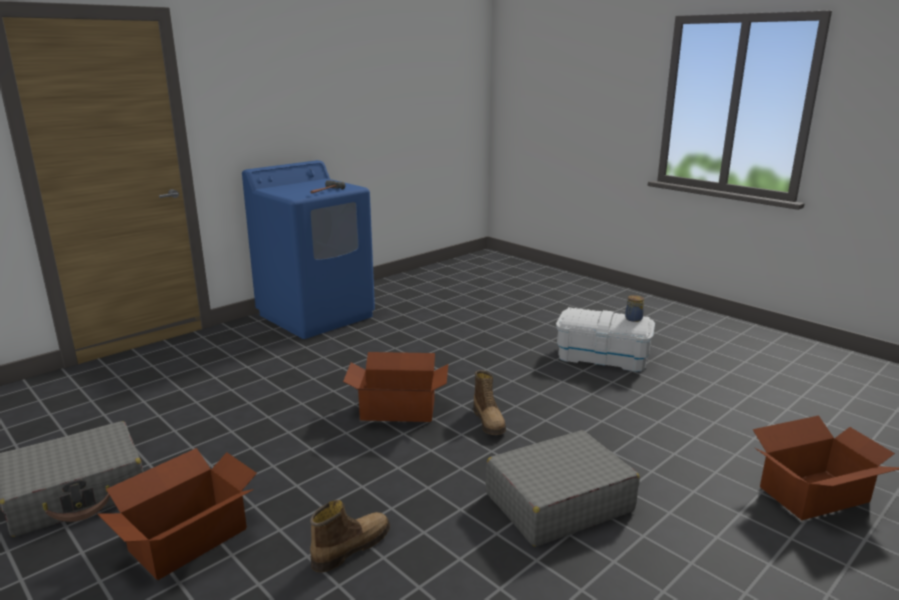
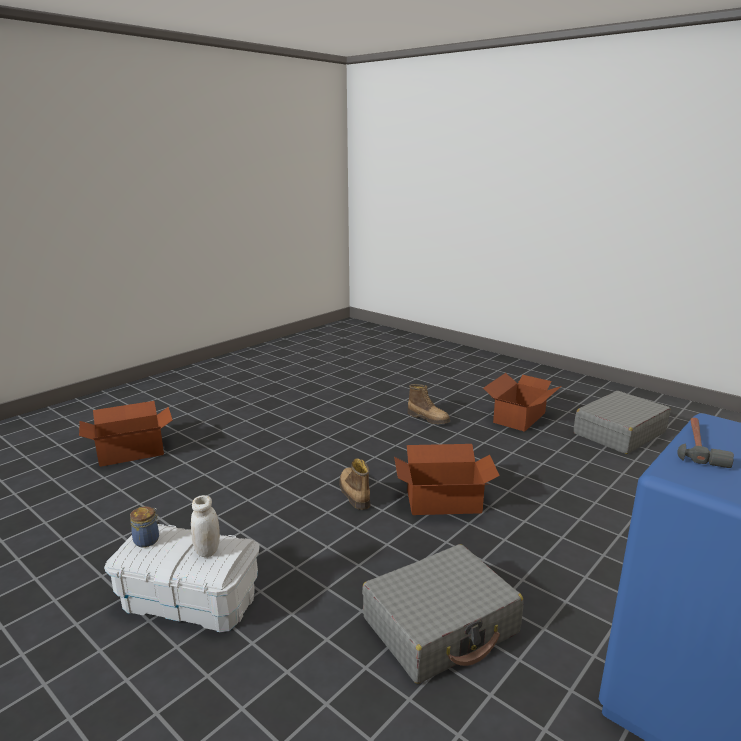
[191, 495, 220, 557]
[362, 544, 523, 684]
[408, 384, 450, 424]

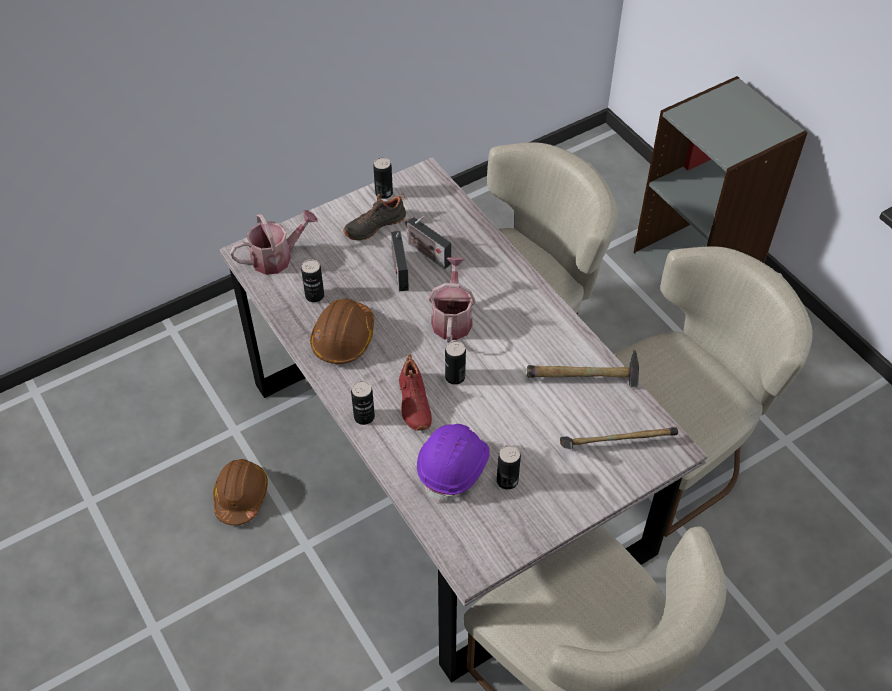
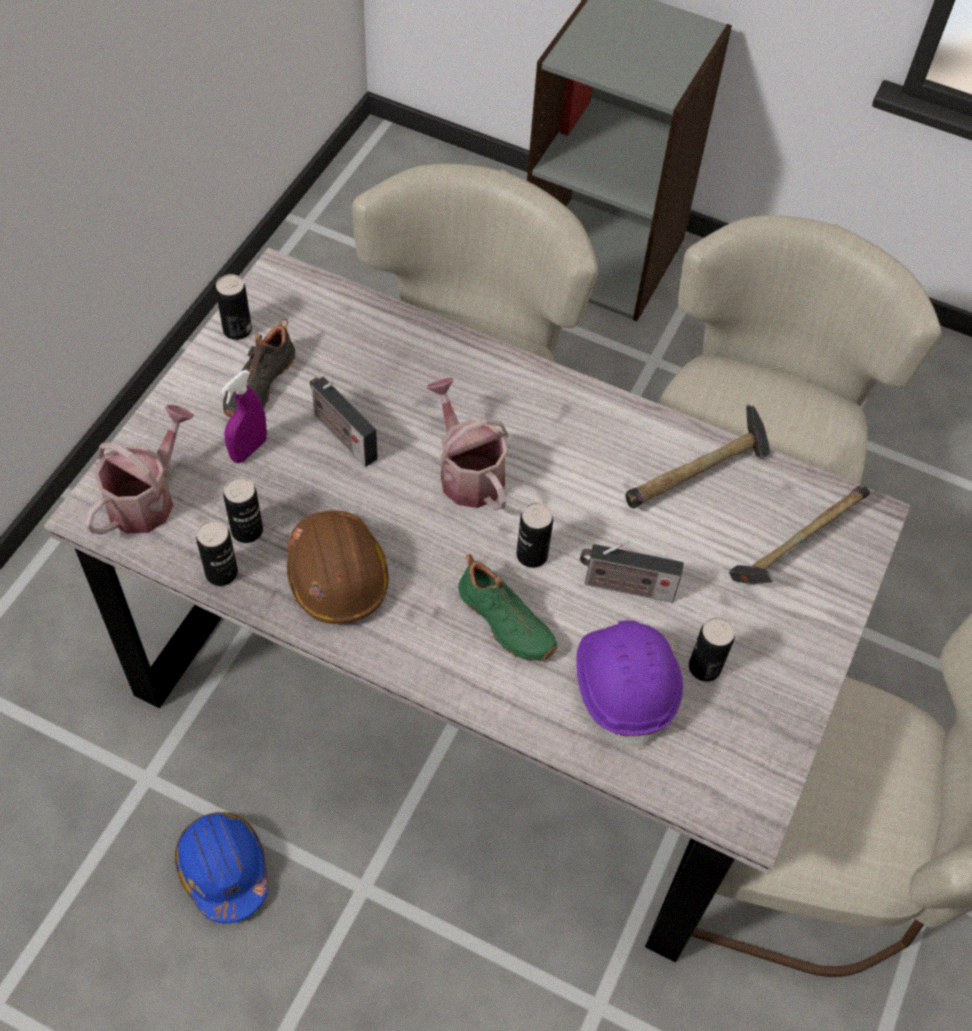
[221, 370, 267, 463]
[196, 520, 238, 586]
[580, 540, 683, 603]
[175, 812, 268, 923]
[458, 554, 557, 661]

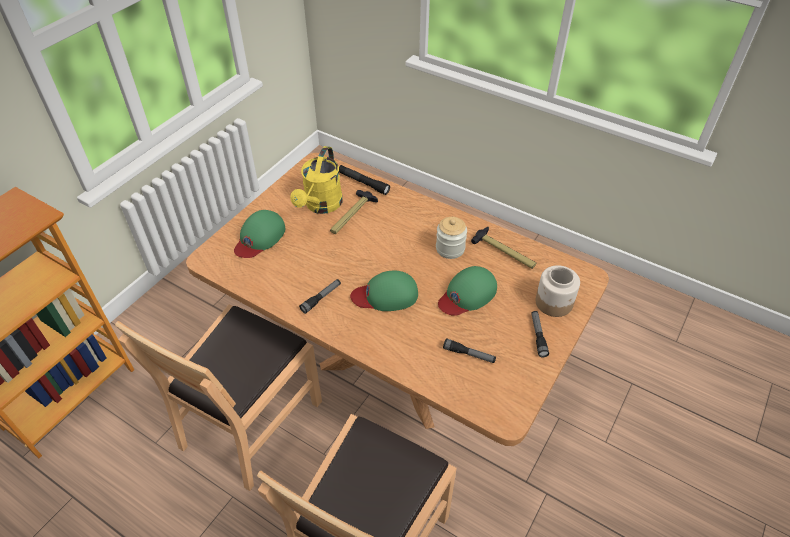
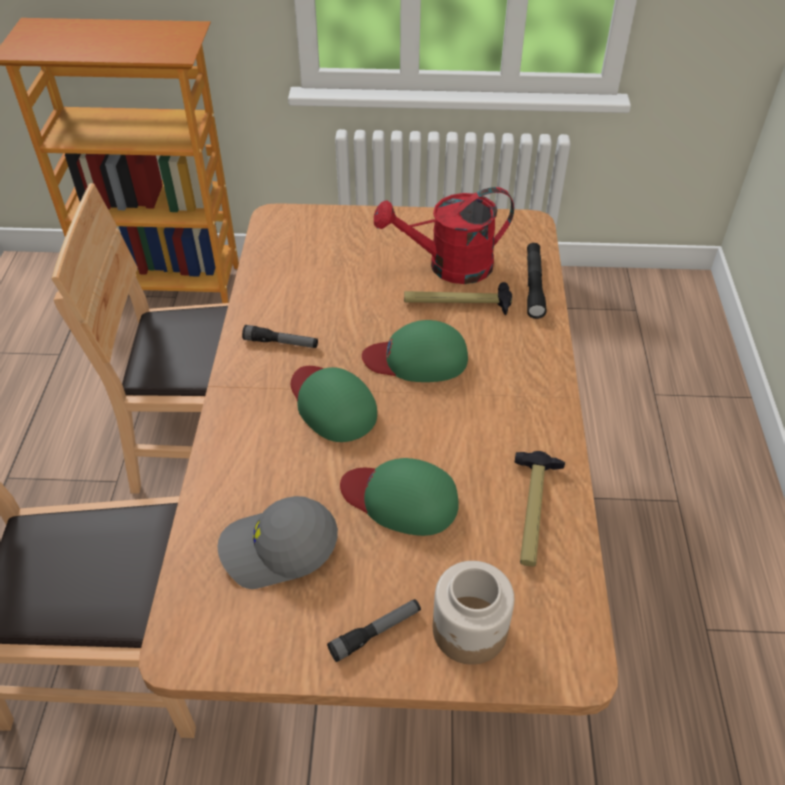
[436, 217, 467, 259] (first image)
[362, 320, 468, 382]
[217, 496, 338, 589]
[374, 187, 514, 284]

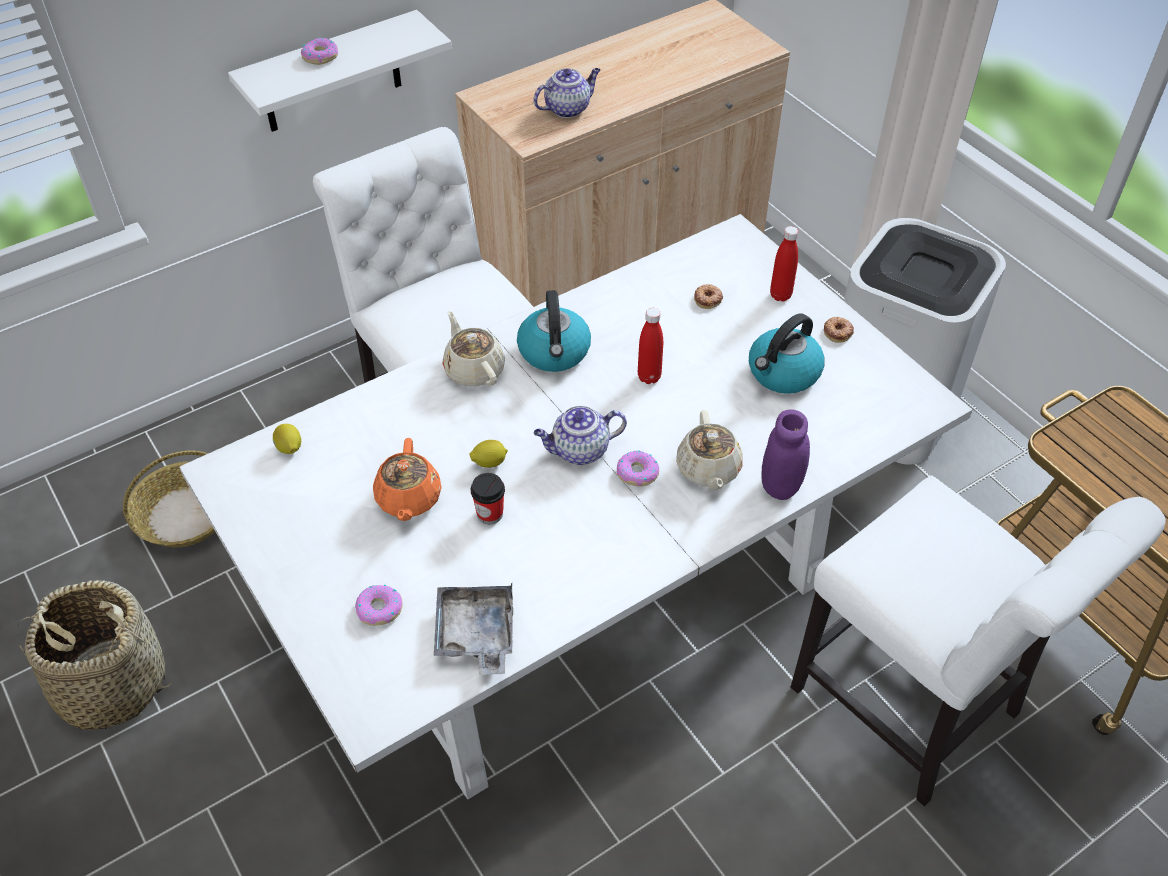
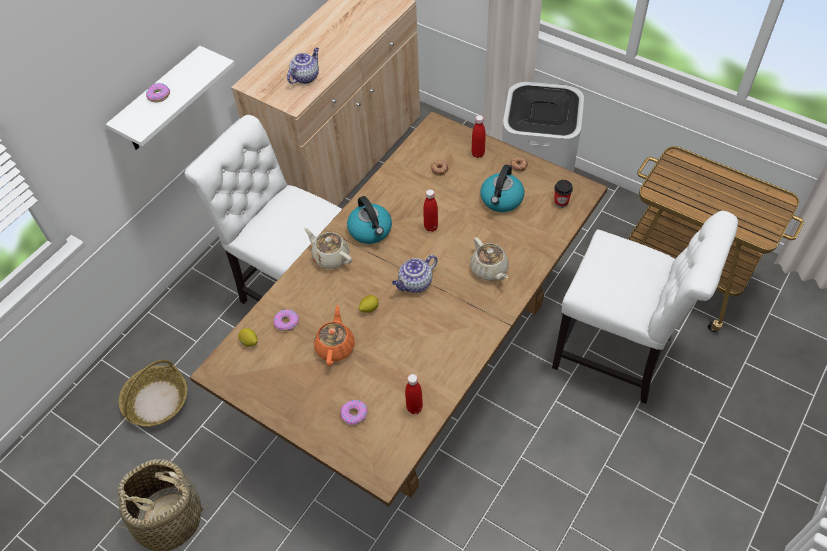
[761, 409, 810, 500] (first image)
[554, 180, 573, 208]
[274, 309, 299, 331]
[405, 374, 423, 414]
[190, 111, 608, 506]
[314, 305, 355, 366]

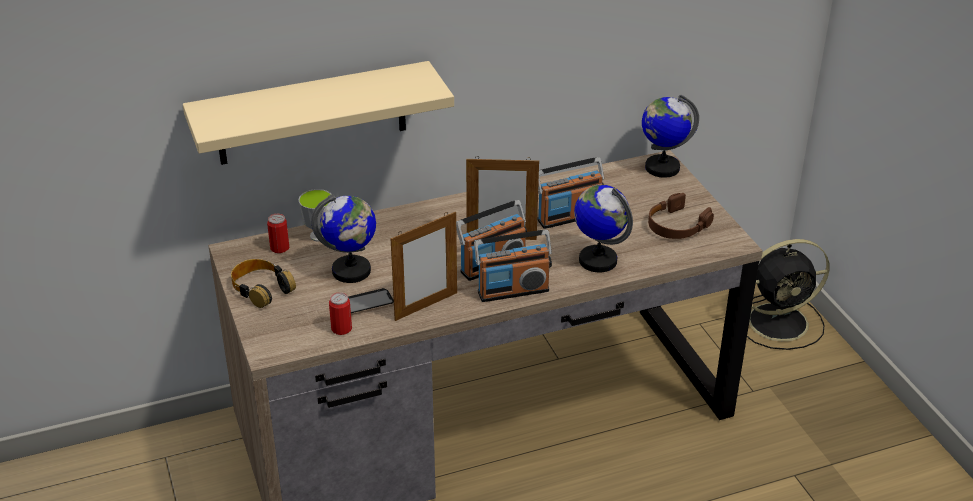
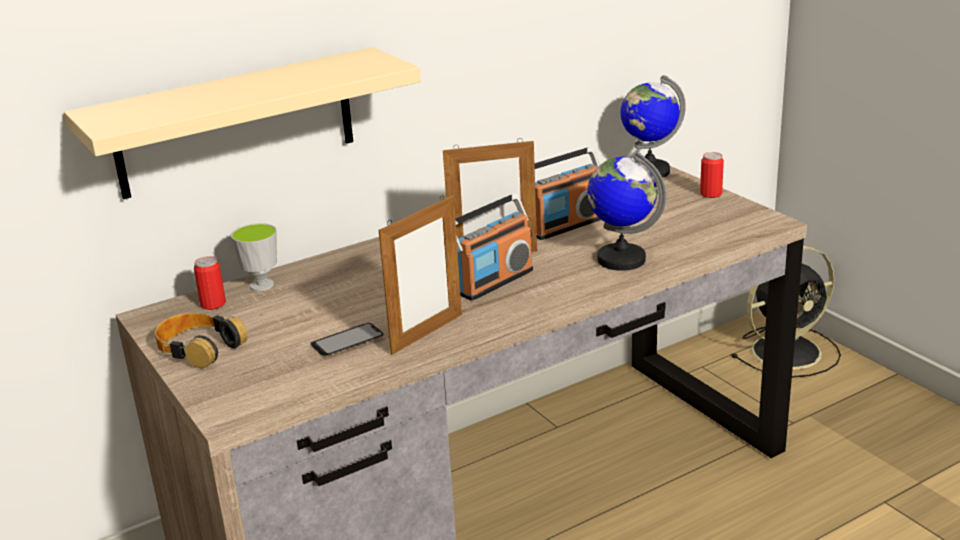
[311, 194, 376, 283] (first image)
[474, 230, 552, 302] (first image)
[648, 193, 714, 239] (first image)
[700, 152, 724, 198]

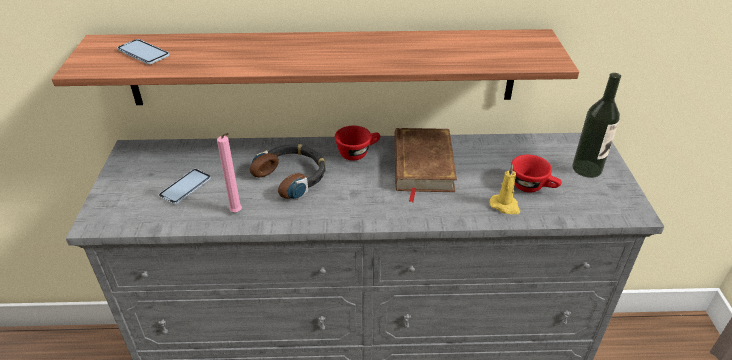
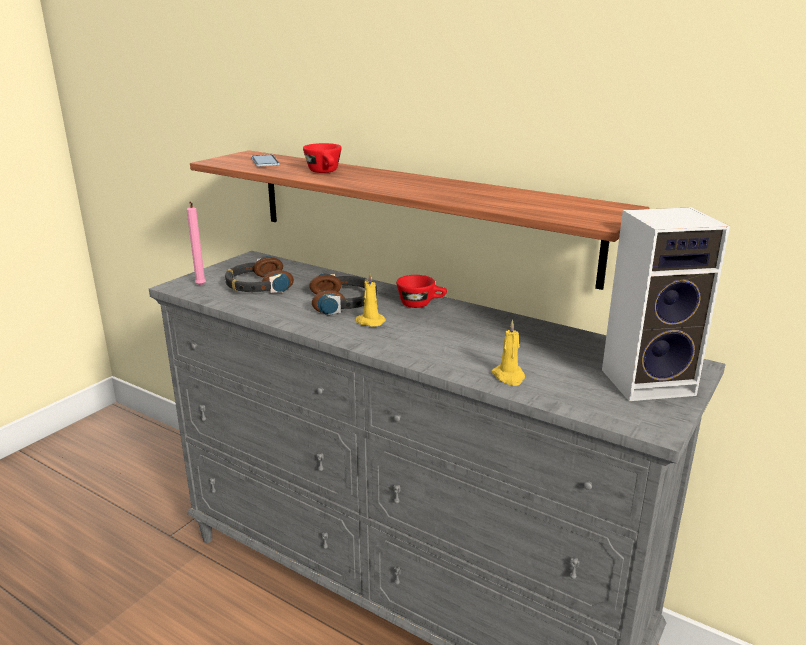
[394, 128, 457, 202] (first image)
[355, 273, 386, 327]
[187, 202, 206, 286]
[303, 143, 342, 173]
[225, 256, 294, 293]
[602, 207, 730, 401]

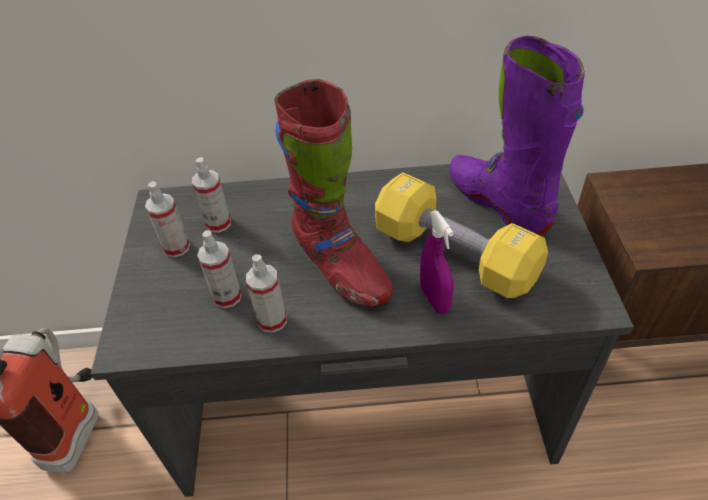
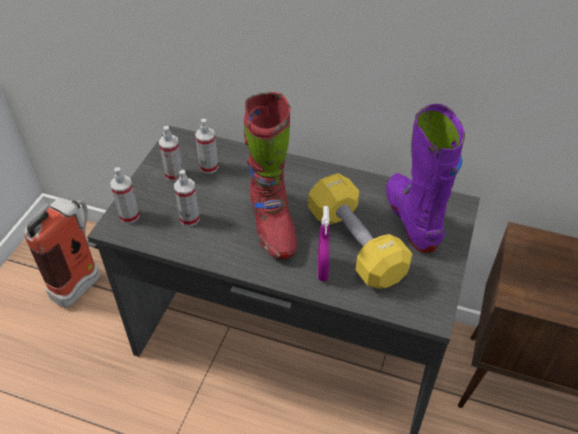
[110, 167, 140, 223]

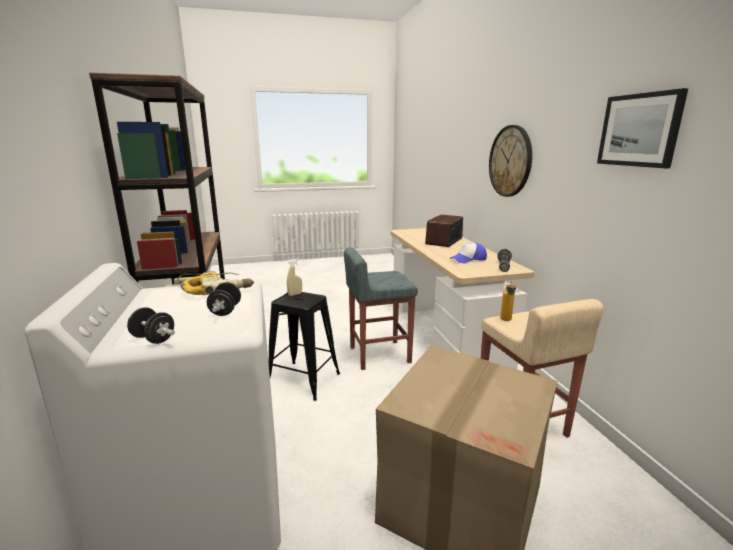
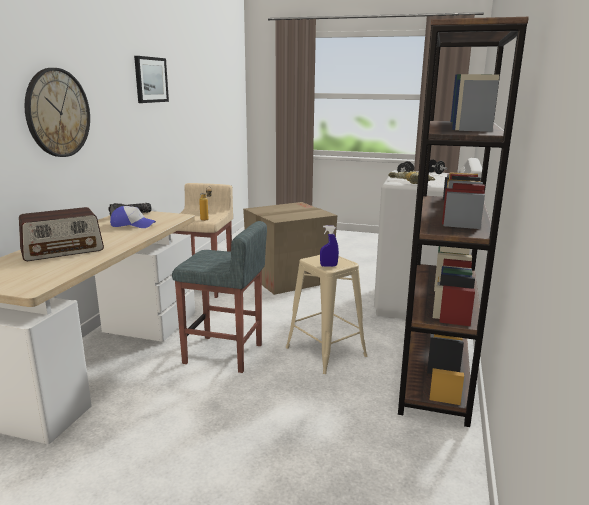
[285, 255, 367, 374]
[320, 225, 339, 267]

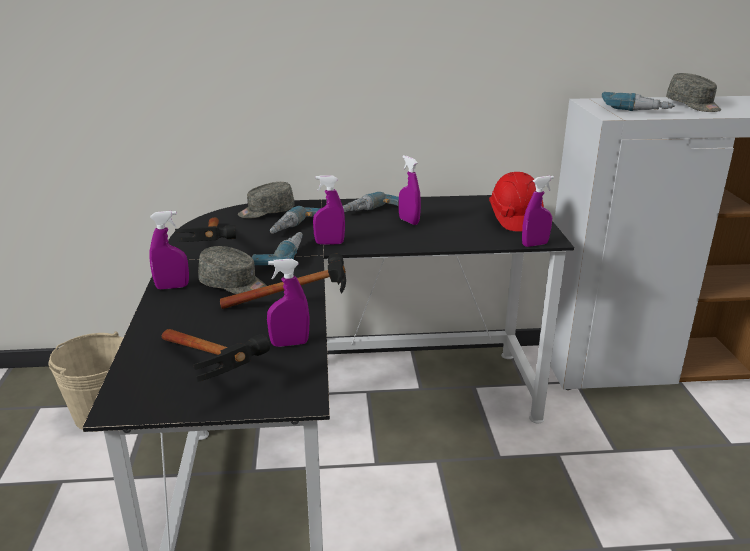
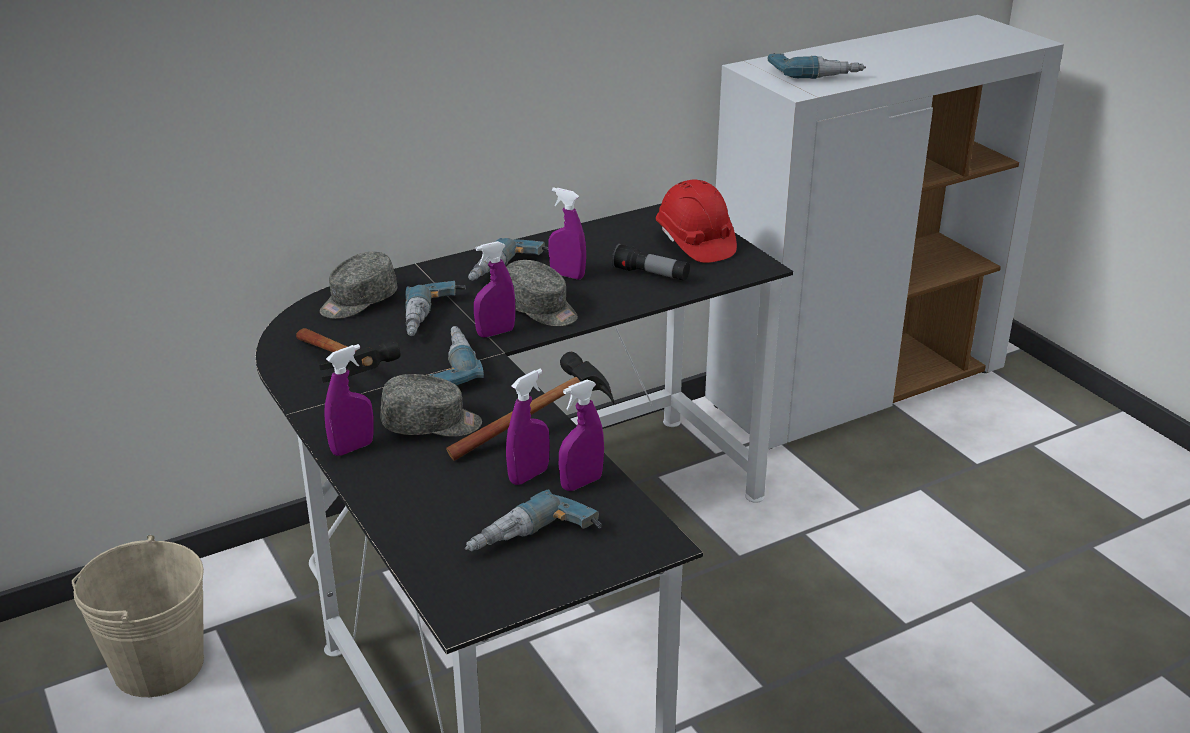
[612, 243, 690, 281]
[506, 369, 550, 485]
[506, 260, 578, 326]
[465, 490, 602, 551]

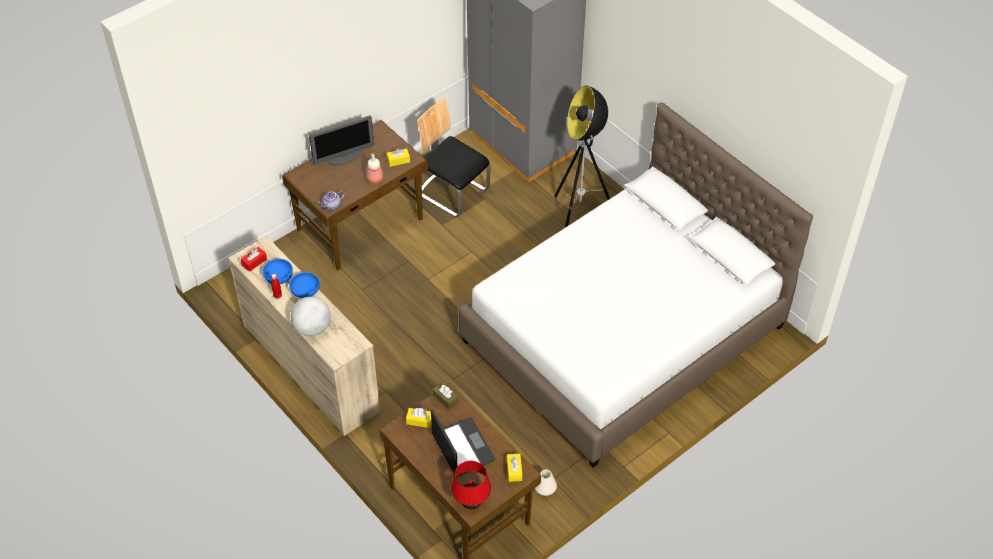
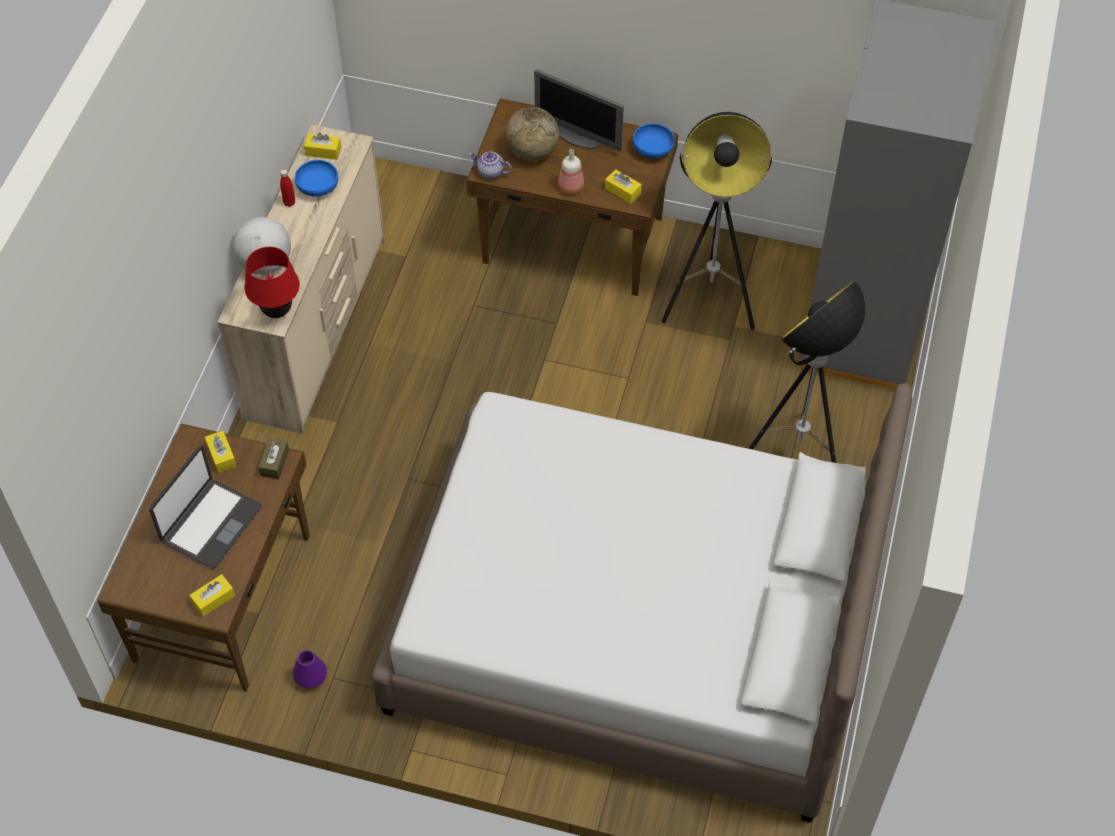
[505, 107, 559, 161]
[633, 123, 675, 158]
[244, 247, 300, 318]
[662, 112, 773, 330]
[304, 133, 341, 160]
[292, 650, 327, 688]

